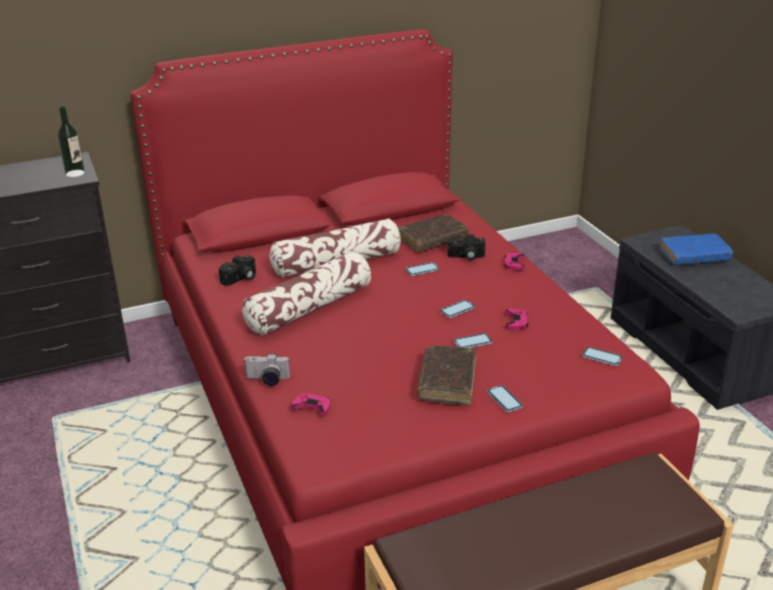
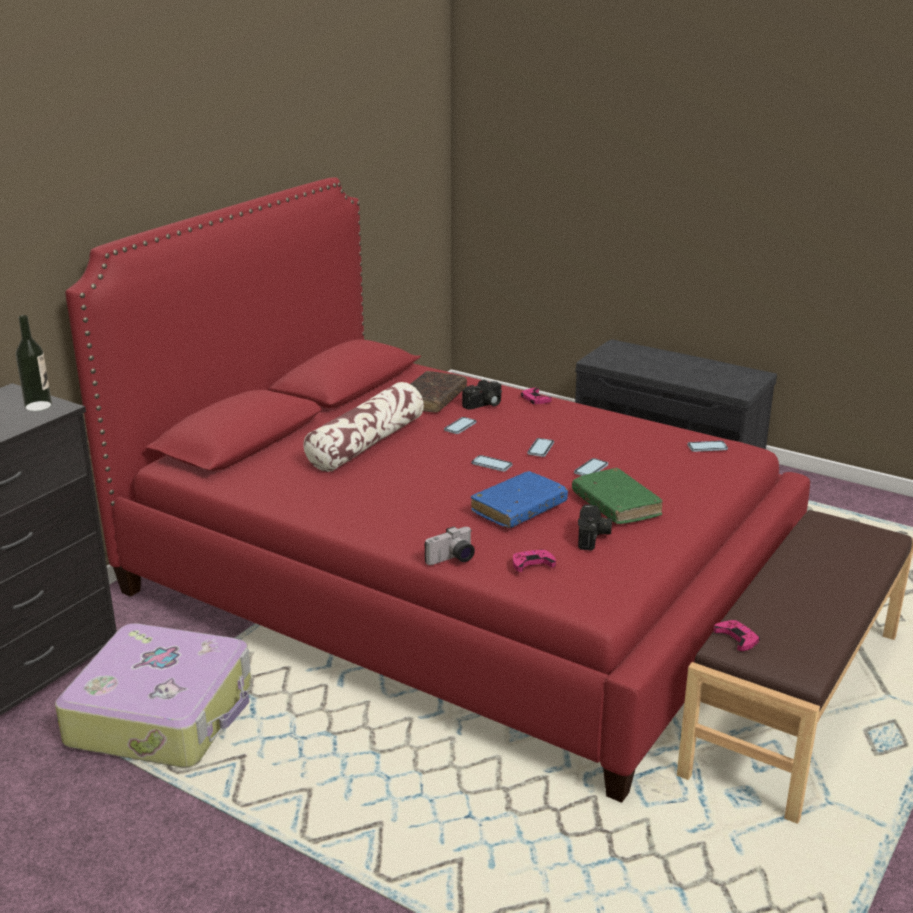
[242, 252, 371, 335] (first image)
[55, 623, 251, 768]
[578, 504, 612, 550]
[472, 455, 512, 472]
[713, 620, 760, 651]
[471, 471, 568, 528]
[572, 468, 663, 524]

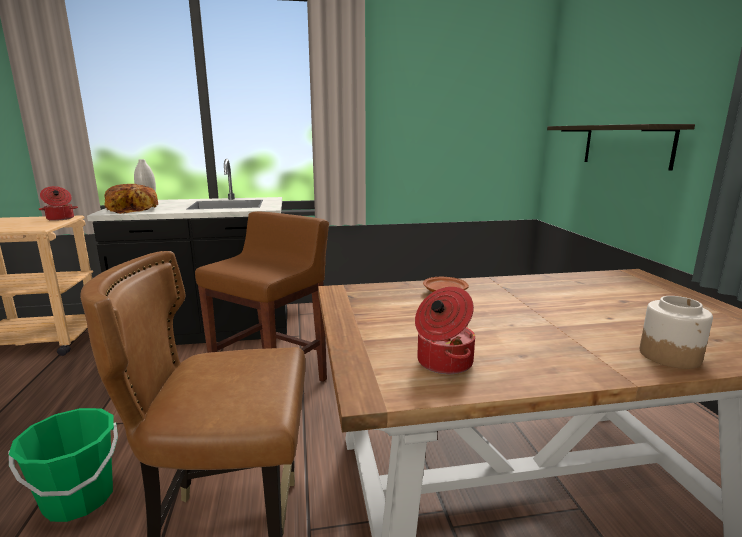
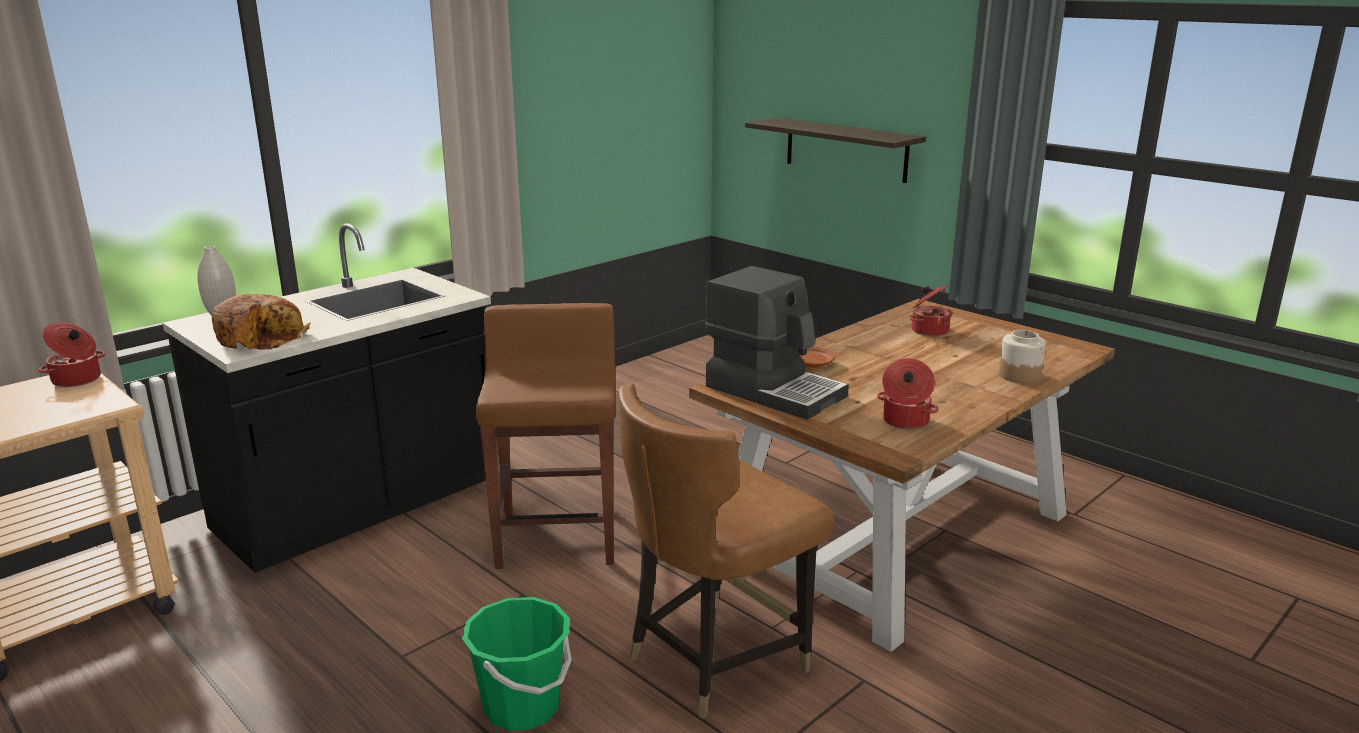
[705, 266, 849, 420]
[909, 284, 953, 336]

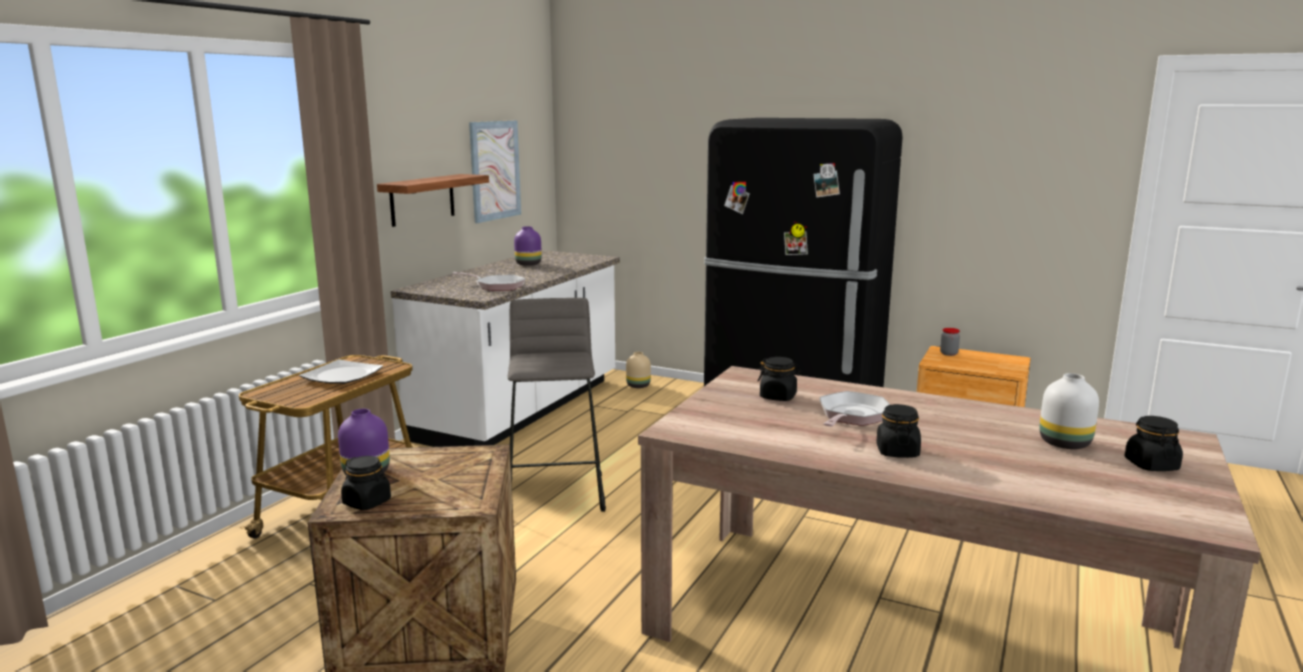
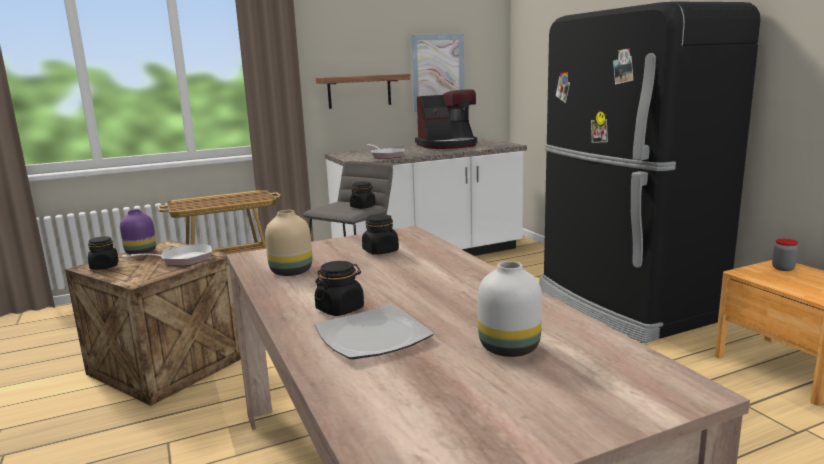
[314, 305, 434, 359]
[265, 210, 312, 276]
[122, 245, 212, 266]
[350, 182, 376, 209]
[415, 90, 477, 149]

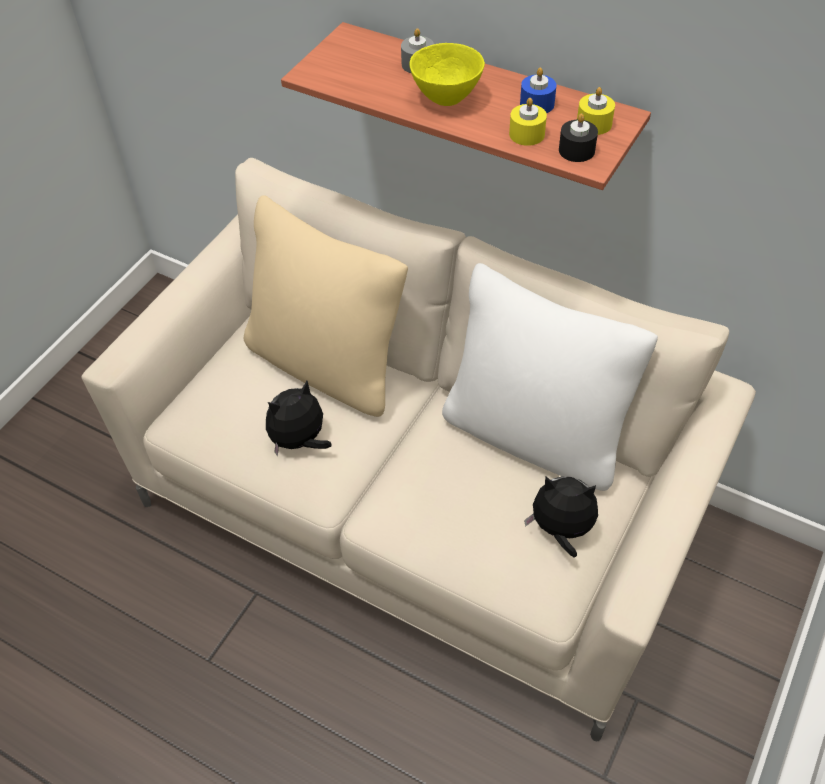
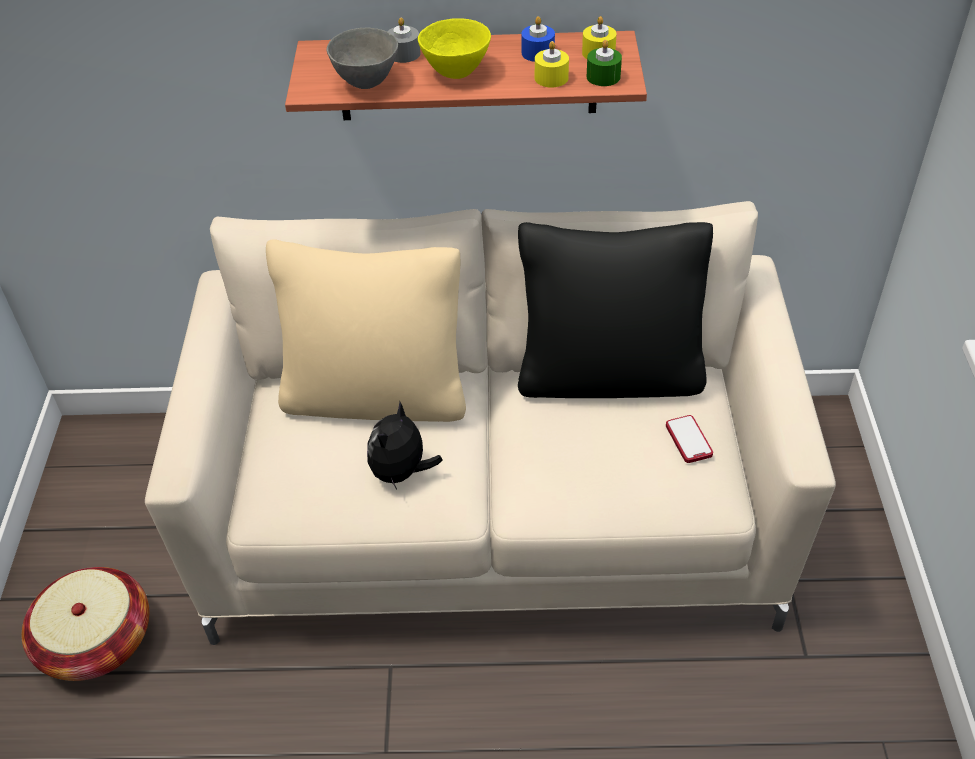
[21, 567, 149, 681]
[327, 28, 398, 89]
[666, 415, 713, 463]
[518, 222, 713, 398]
[587, 40, 622, 86]

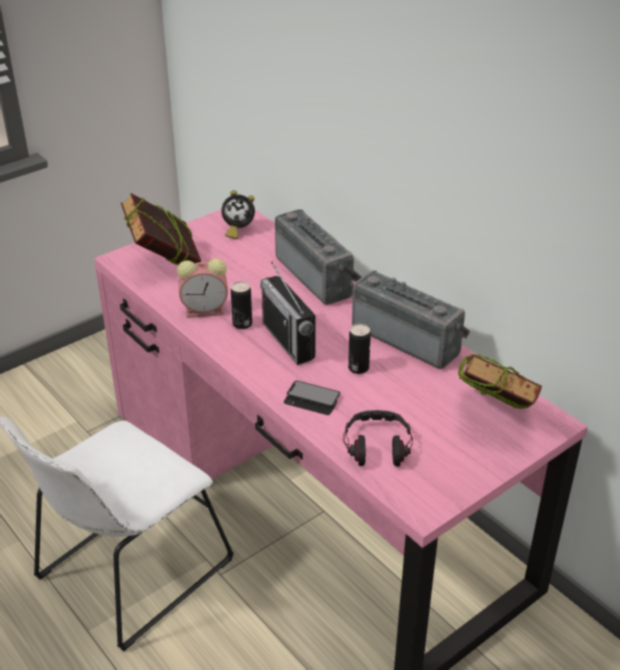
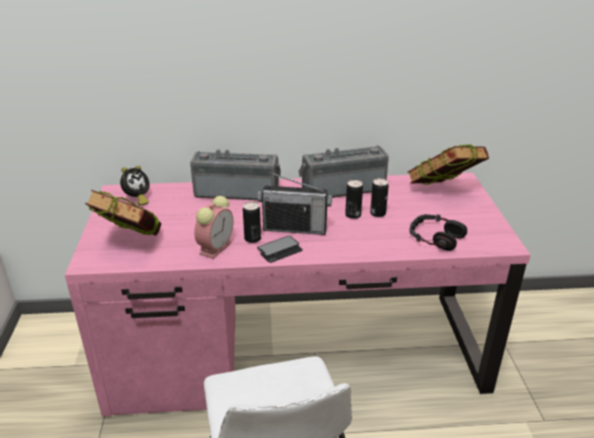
[370, 178, 389, 217]
[257, 236, 303, 263]

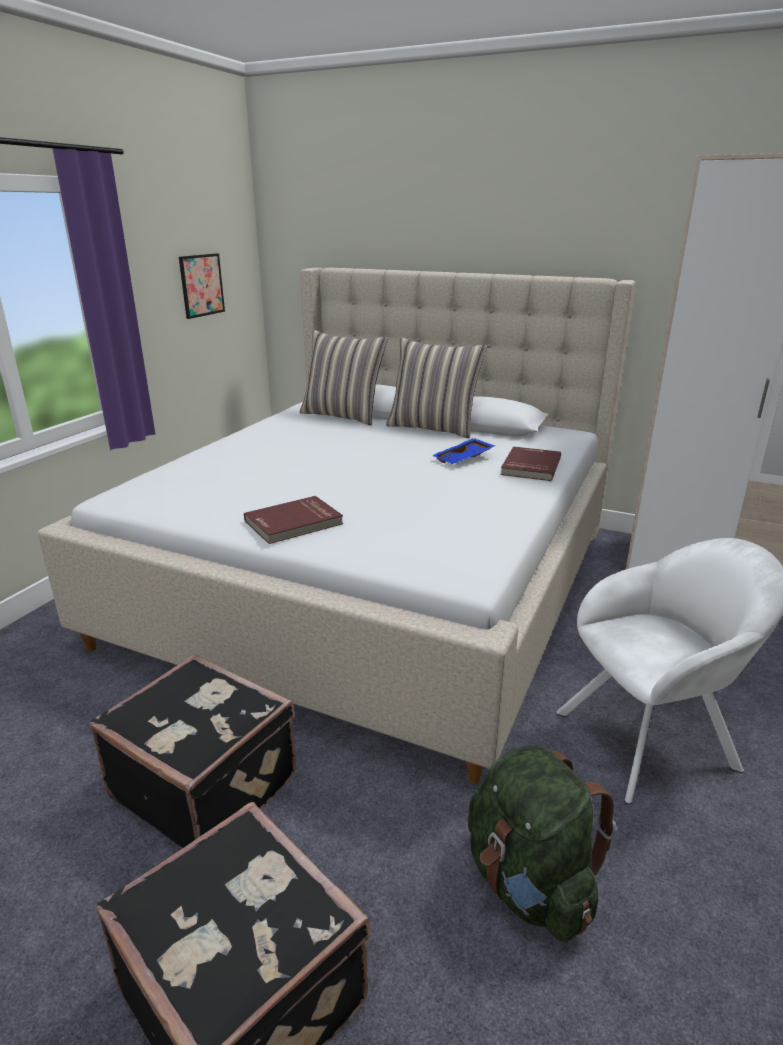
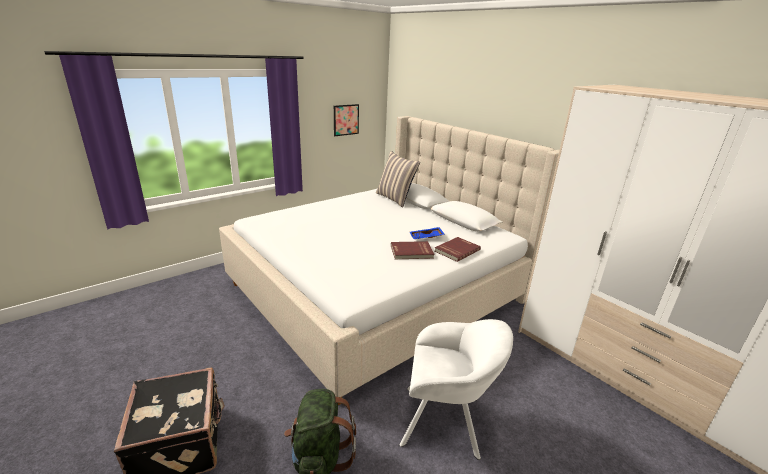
[90, 654, 296, 848] (first image)
[386, 338, 487, 438] (first image)
[391, 241, 434, 259]

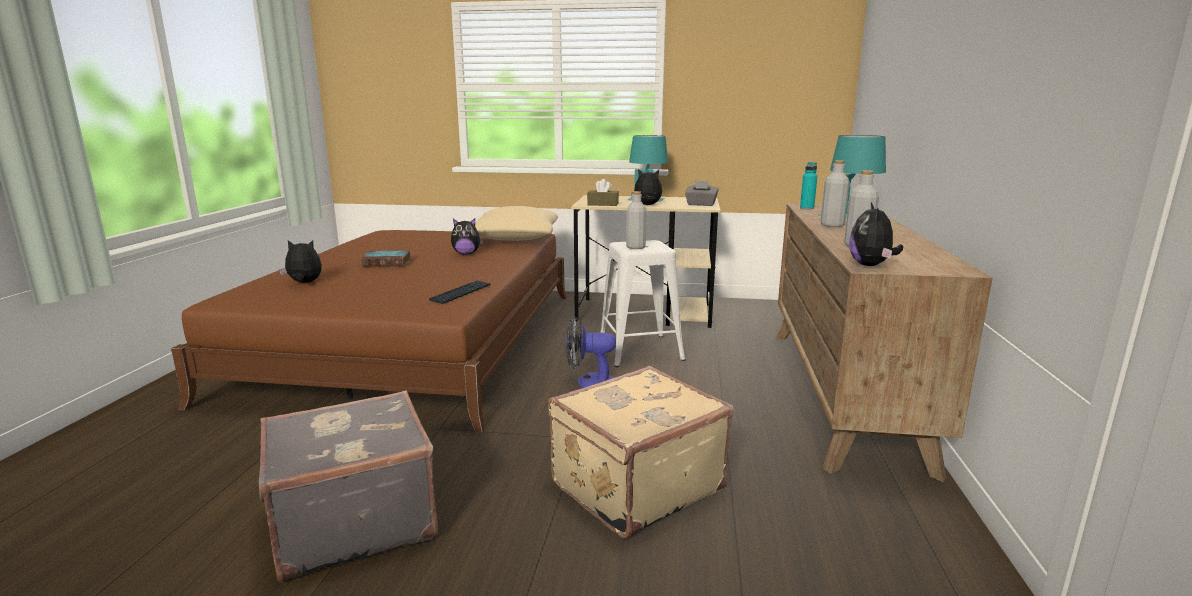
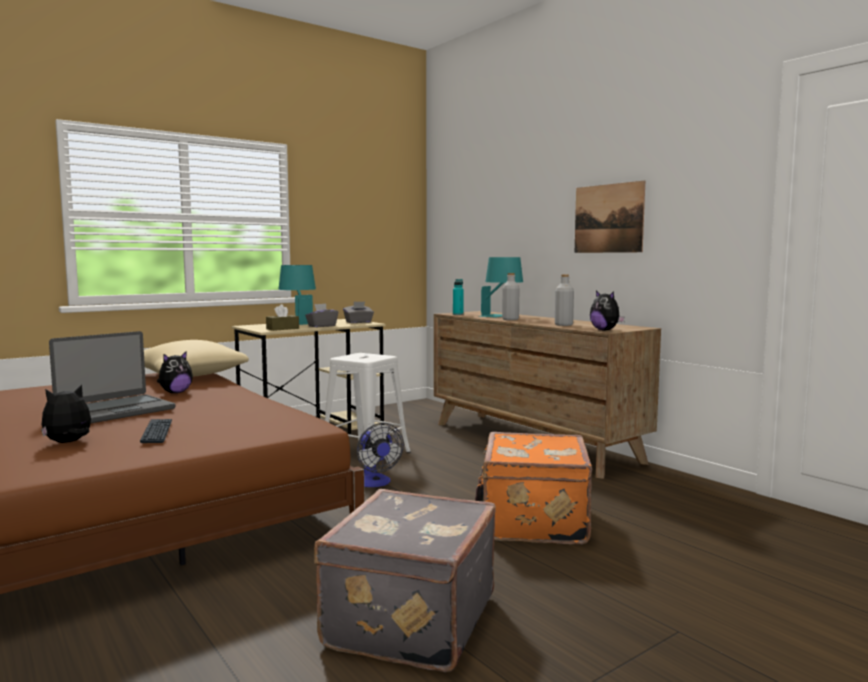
[626, 191, 646, 249] (first image)
[575, 180, 645, 253]
[140, 419, 172, 443]
[49, 331, 175, 424]
[305, 303, 338, 327]
[475, 432, 592, 544]
[357, 423, 404, 487]

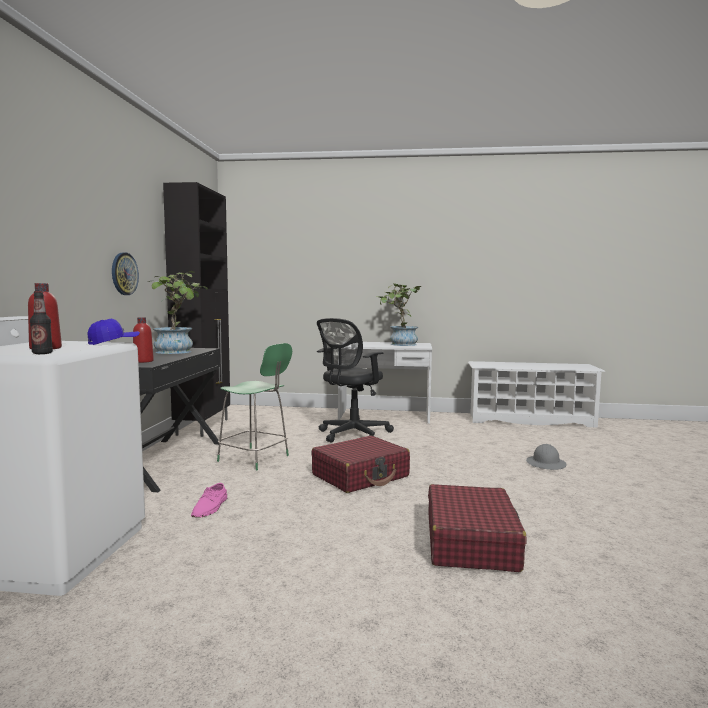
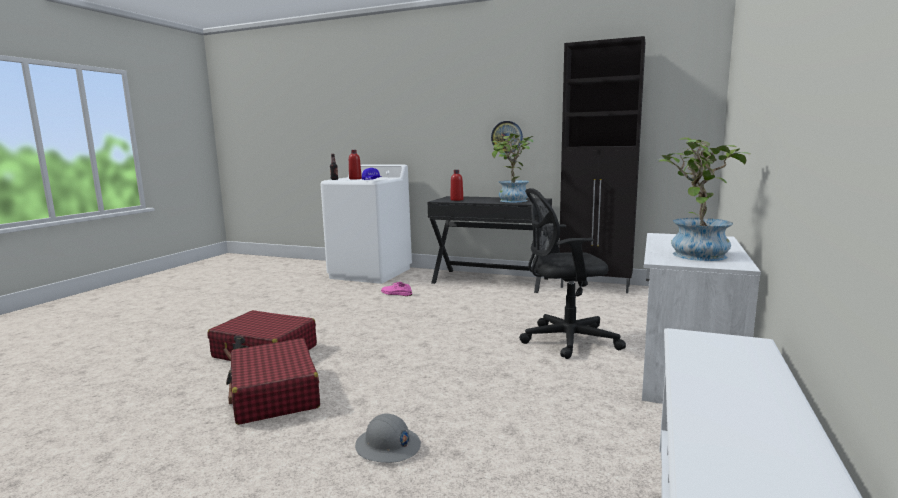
[217, 343, 292, 470] (first image)
[226, 338, 320, 425]
[519, 188, 626, 359]

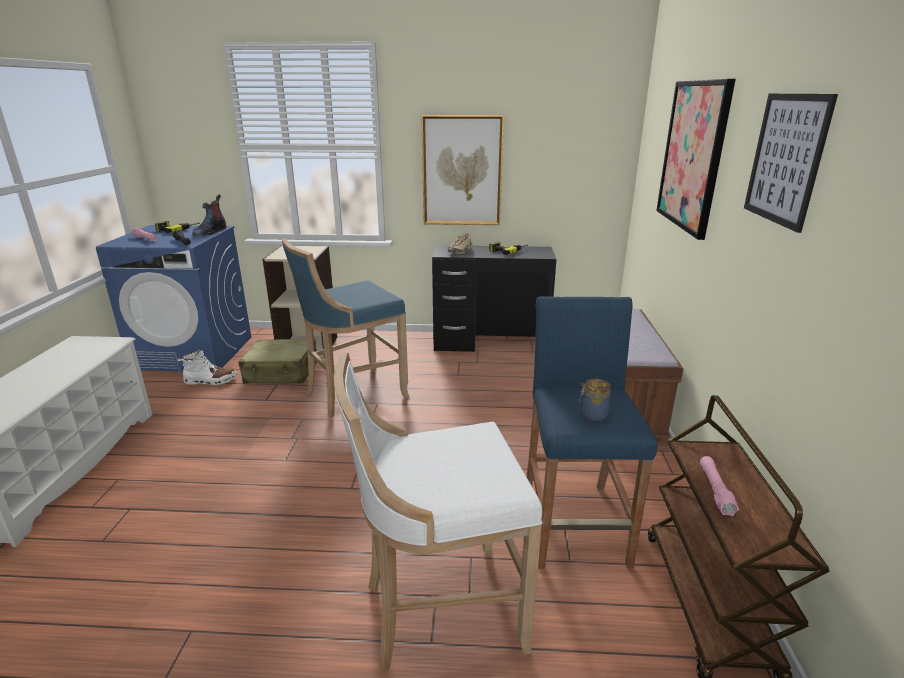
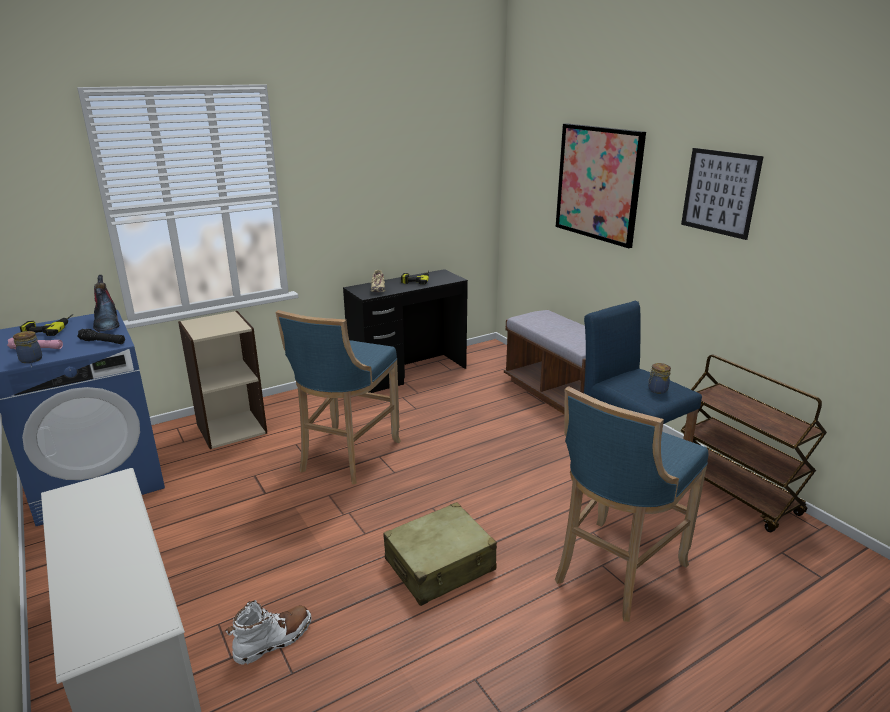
[421, 115, 504, 225] (first image)
[700, 456, 739, 516] (first image)
[13, 331, 42, 363]
[225, 600, 312, 665]
[383, 502, 497, 606]
[555, 386, 708, 622]

